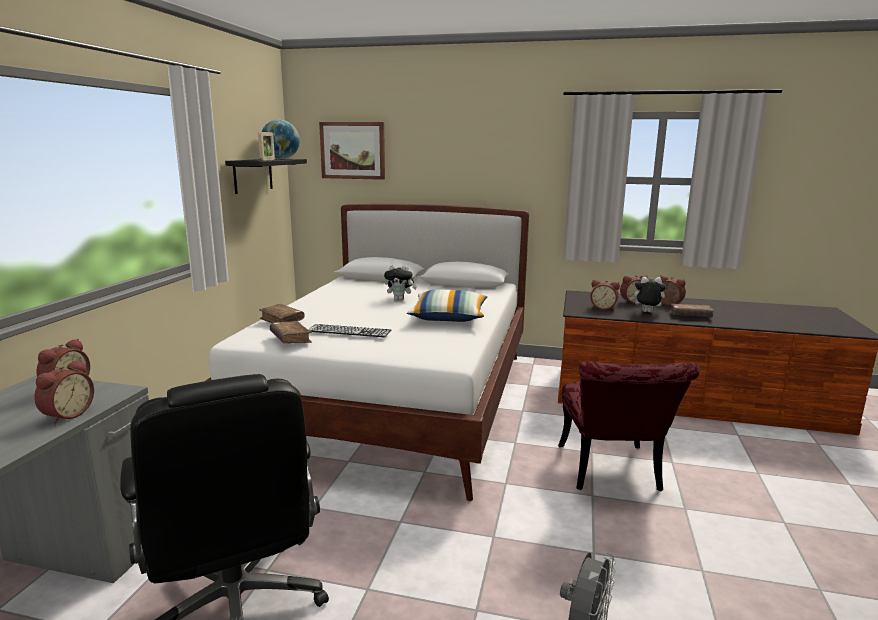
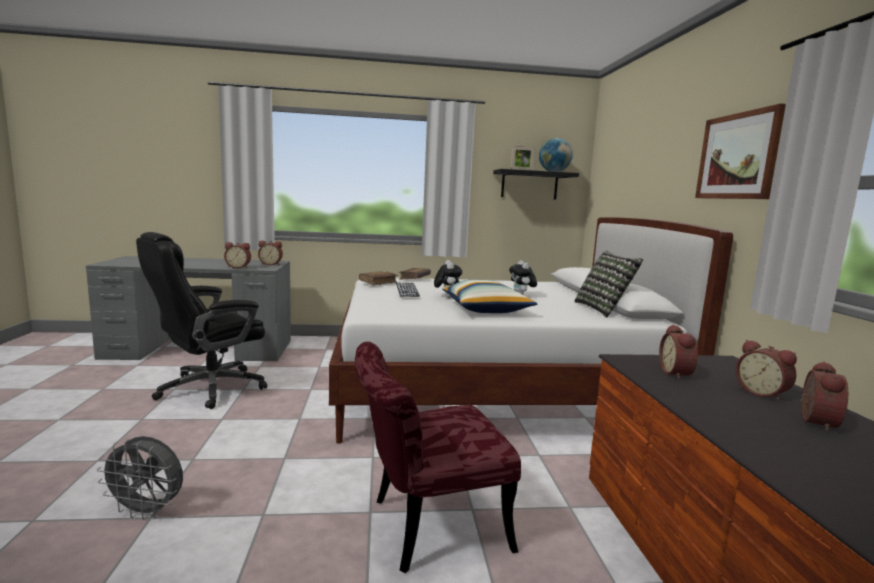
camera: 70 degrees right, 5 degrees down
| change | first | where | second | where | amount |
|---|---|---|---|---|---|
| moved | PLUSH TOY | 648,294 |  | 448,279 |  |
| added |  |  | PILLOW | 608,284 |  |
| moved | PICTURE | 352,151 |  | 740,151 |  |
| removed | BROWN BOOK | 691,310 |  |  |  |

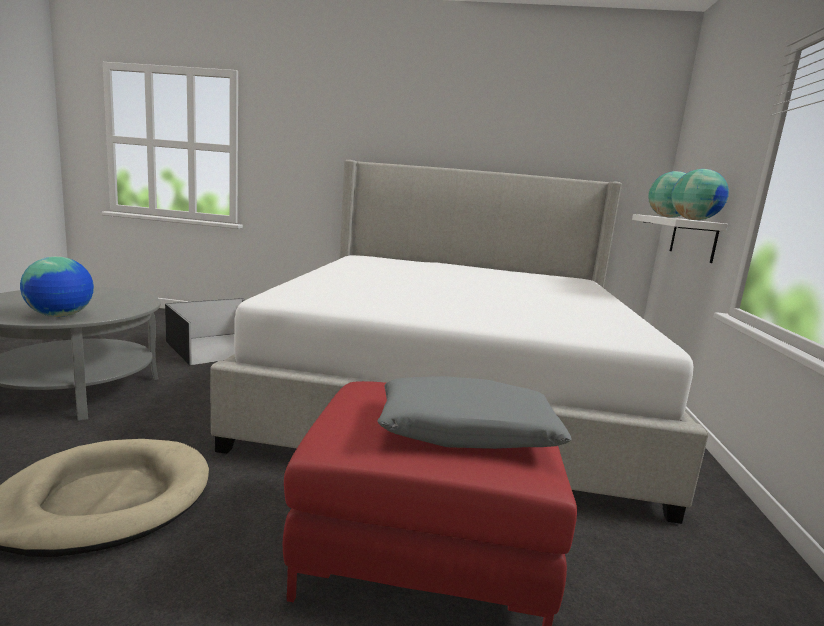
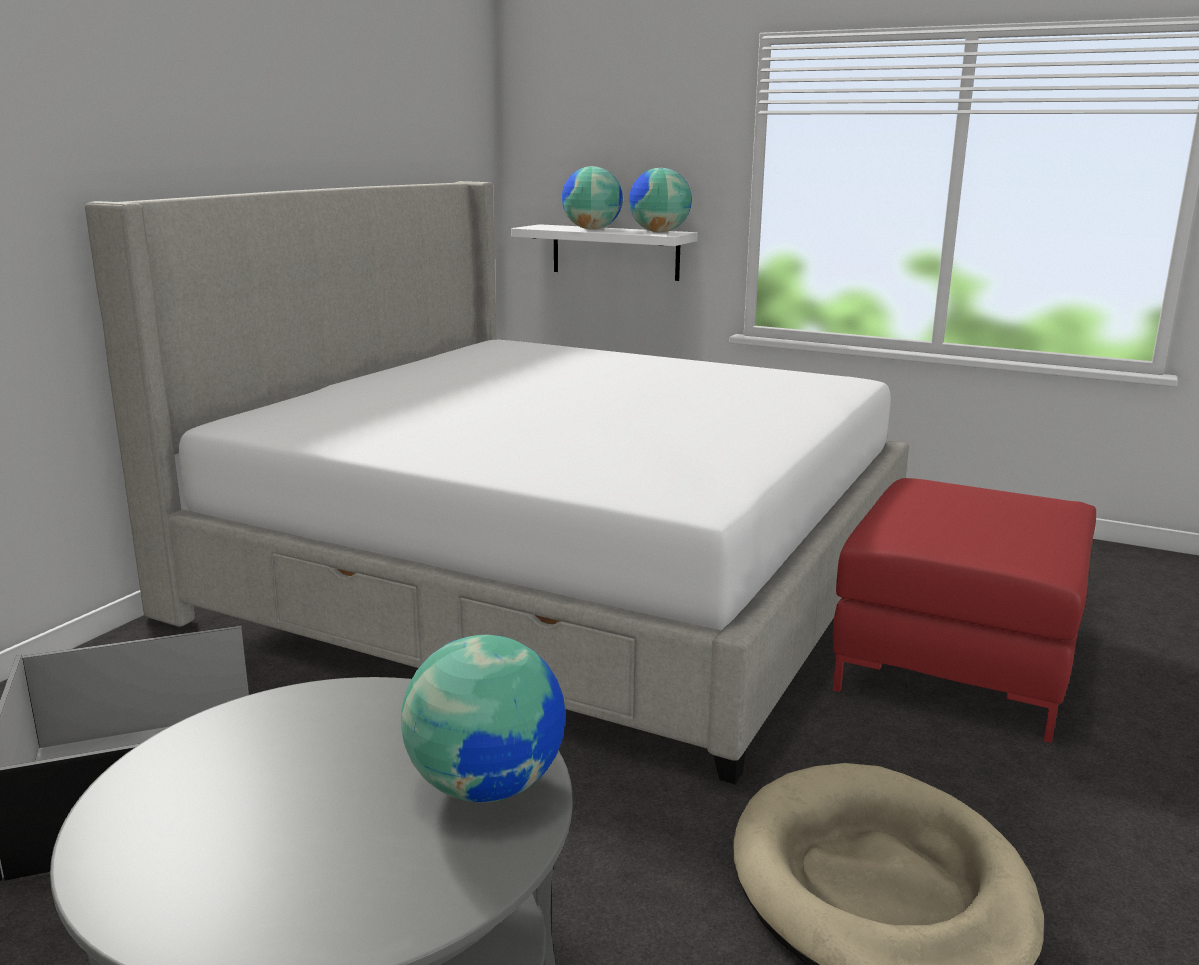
camera: 70 degrees left, 5 degrees up
| change | first | where | second | where | amount |
|---|---|---|---|---|---|
| removed | GREY PILLOW | 475,412 |  |  |  |

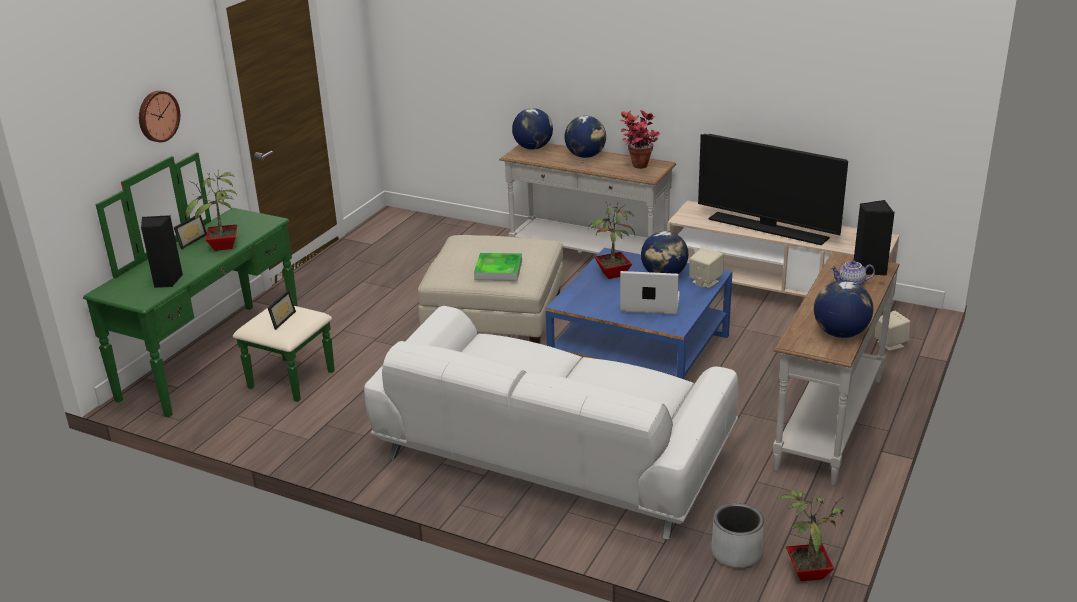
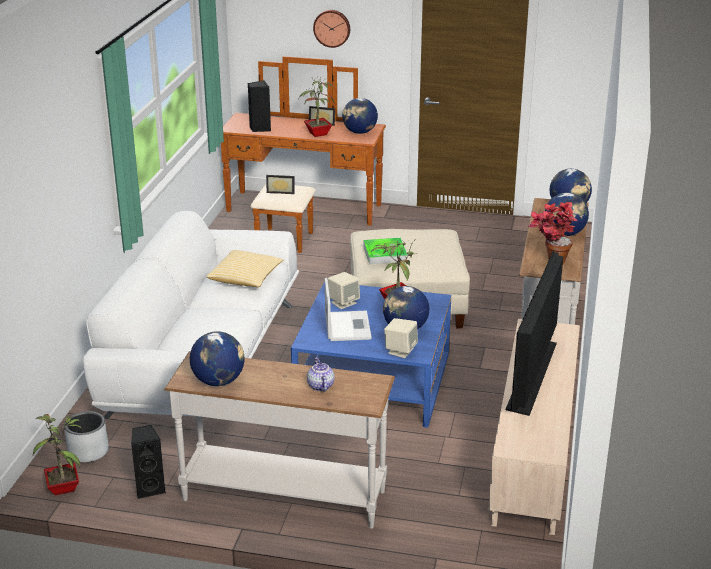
camera: 75 degrees right, 0 degrees up
| change | first | where | second | where | amount |
|---|---|---|---|---|---|
| moved | BLACK SPEAKER | 874,237 |  | 148,462 |  |
| added |  |  | PILLOW | 245,268 |  |
| recoloured | GREEN DRESSER | 209,285 | BROWN DRESSER | 303,154 |  |
| moved | BEIGE SPEAKER | 892,331 |  | 344,290 |  |
| added |  |  | GLOBE | 360,116 |  |

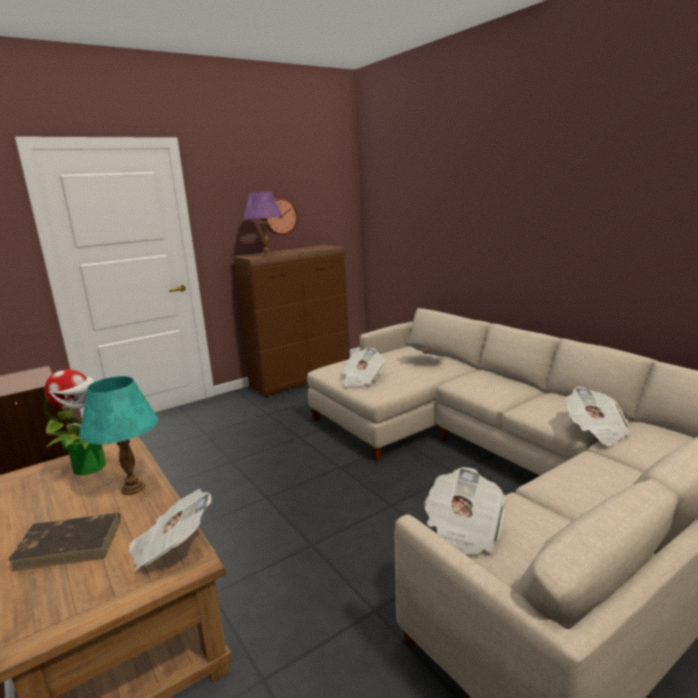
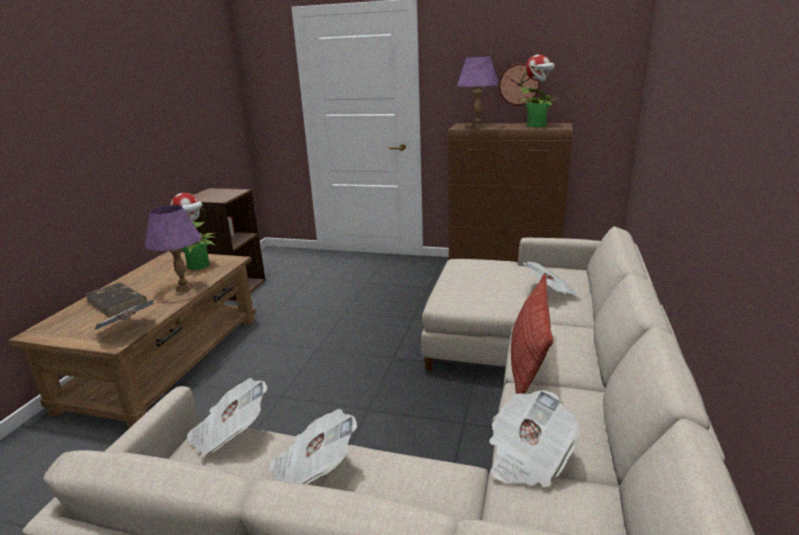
camera: 50 degrees right, 5 degrees up
| change | first | where | second | where | amount |
|---|---|---|---|---|---|
| recoloured | TURQUOISE TABLE LAMP | 118,435 | PURPLE TABLE LAMP | 173,248 |  |
| moved | NEWSPAPER | 364,367 |  | 313,446 |  |
| added |  |  | PILLOW | 532,334 |  |
| added |  |  | POTTED PLANT | 539,91 |  |

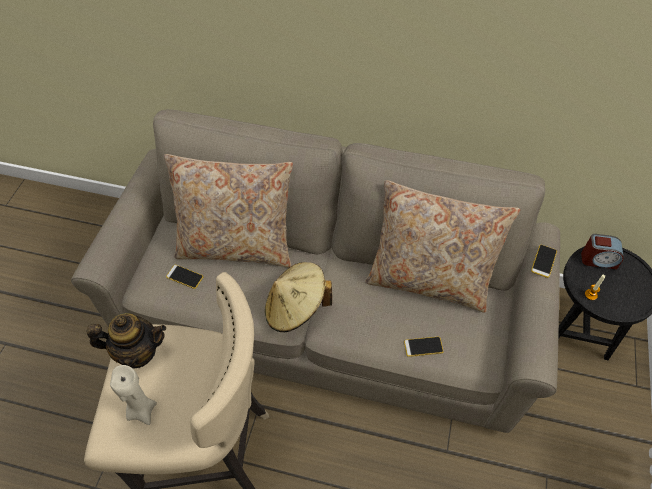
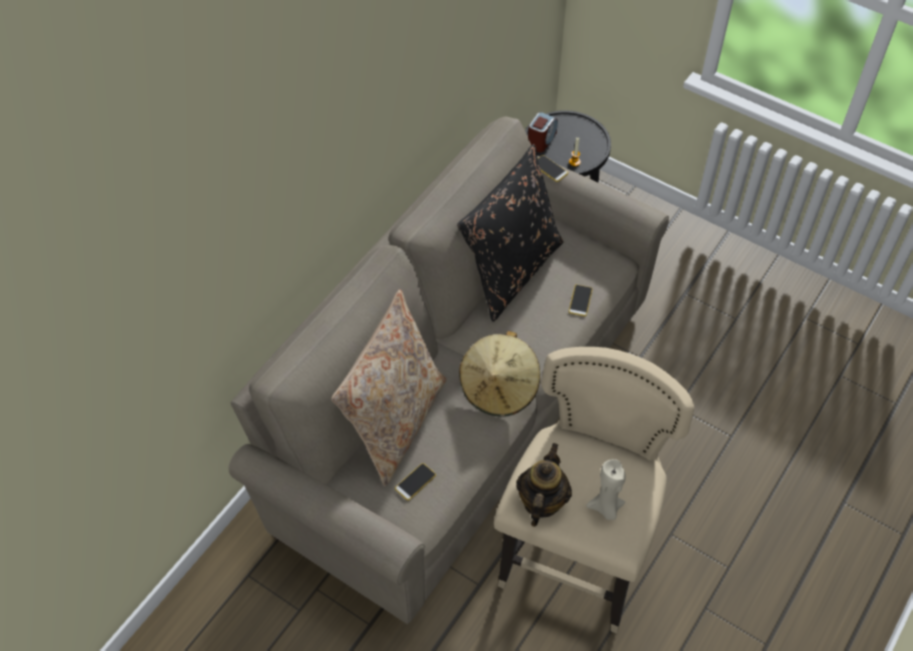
camera: 70 degrees left, 0 degrees up
| change | first | where | second | where | amount |
|---|---|---|---|---|---|
| recoloured | BEIGE PILLOW | 442,246 | BLACK PILLOW | 510,233 |  |

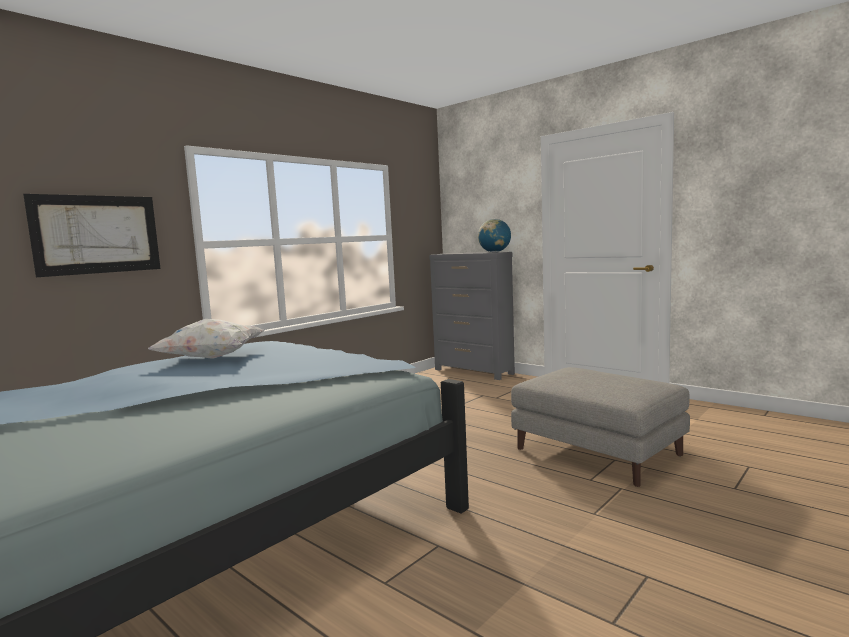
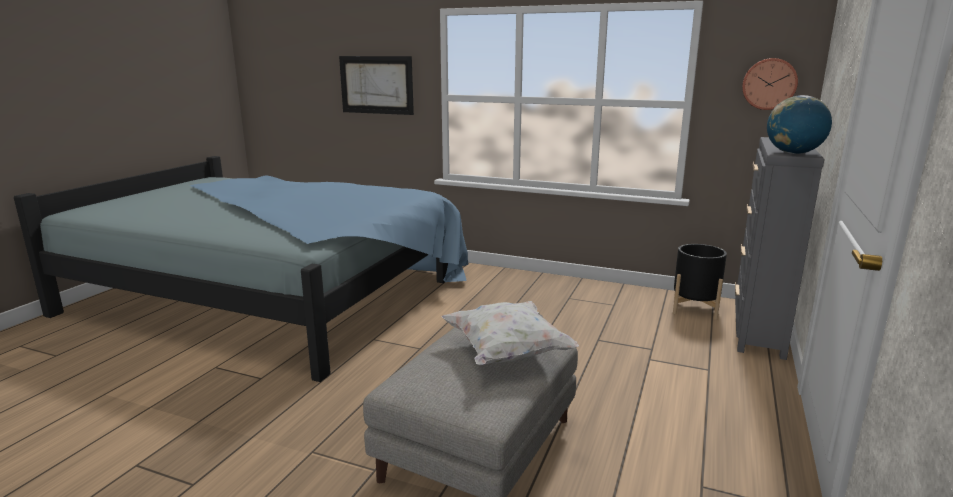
camera: 70 degrees right, 10 degrees up
| change | first | where | second | where | amount |
|---|---|---|---|---|---|
| moved | WHITE PILLOW | 206,339 |  | 510,333 |  |
| added |  |  | BLACK PLANTER | 700,282 |  |
| added |  |  | WALL CLOCK | 770,84 |  |

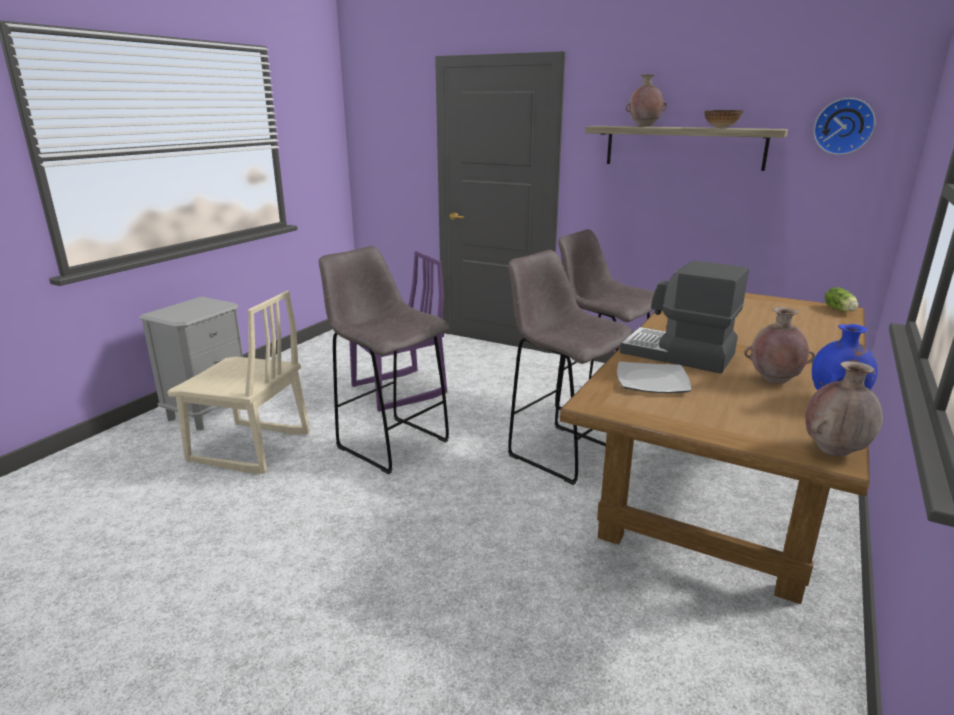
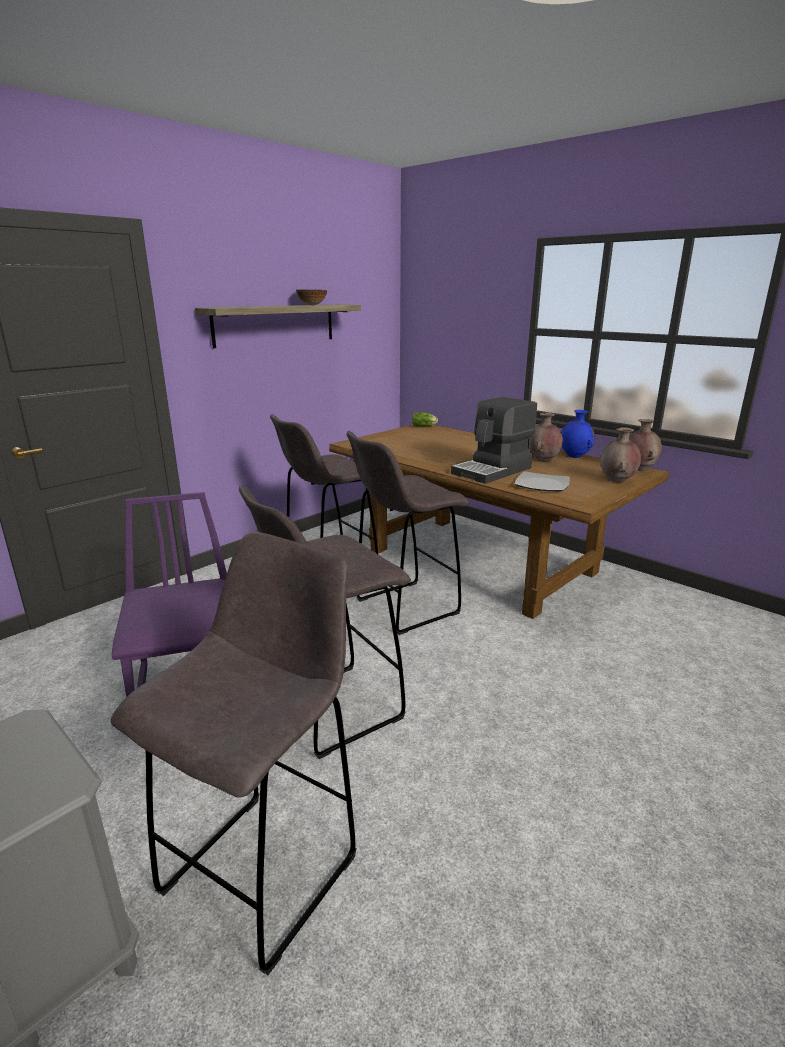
camera: 75 degrees left, 0 degrees up
| change | first | where | second | where | amount |
|---|---|---|---|---|---|
| replaced | BEIGE CHAIR | 238,382 | GREY STOOL | 234,753 |  |
| moved | BROWN VASE | 646,100 |  | 621,454 |  |
| removed | WALL CLOCK | 845,126 |  |  |  |

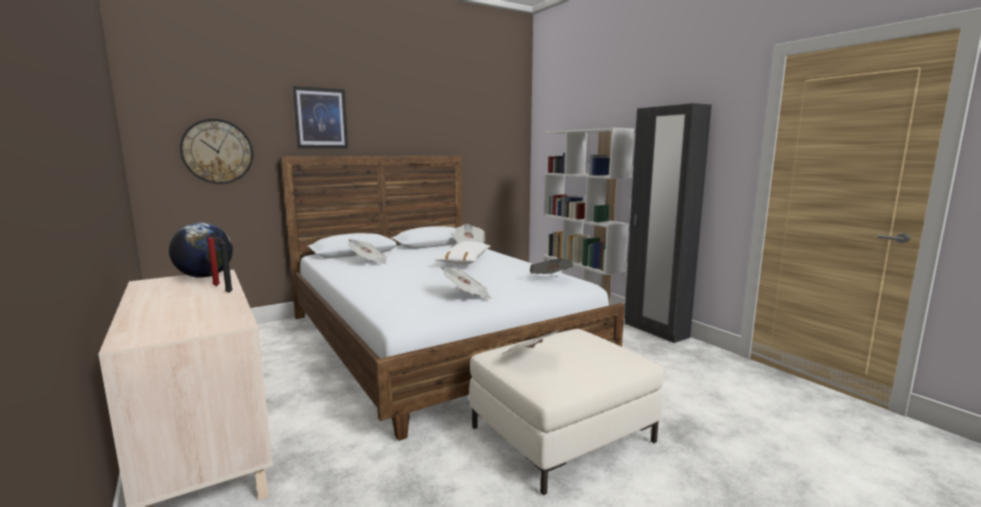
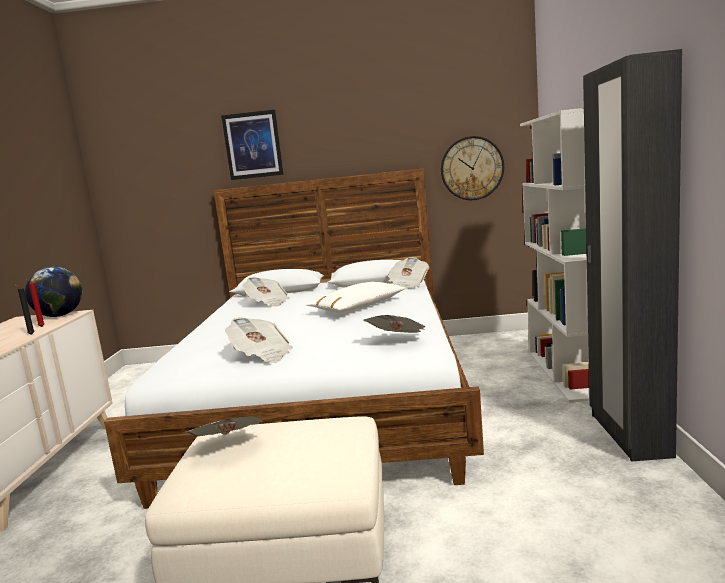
camera: 35 degrees right, 0 degrees up
| change | first | where | second | where | amount |
|---|---|---|---|---|---|
| moved | WALL CLOCK | 216,151 |  | 472,168 |  |

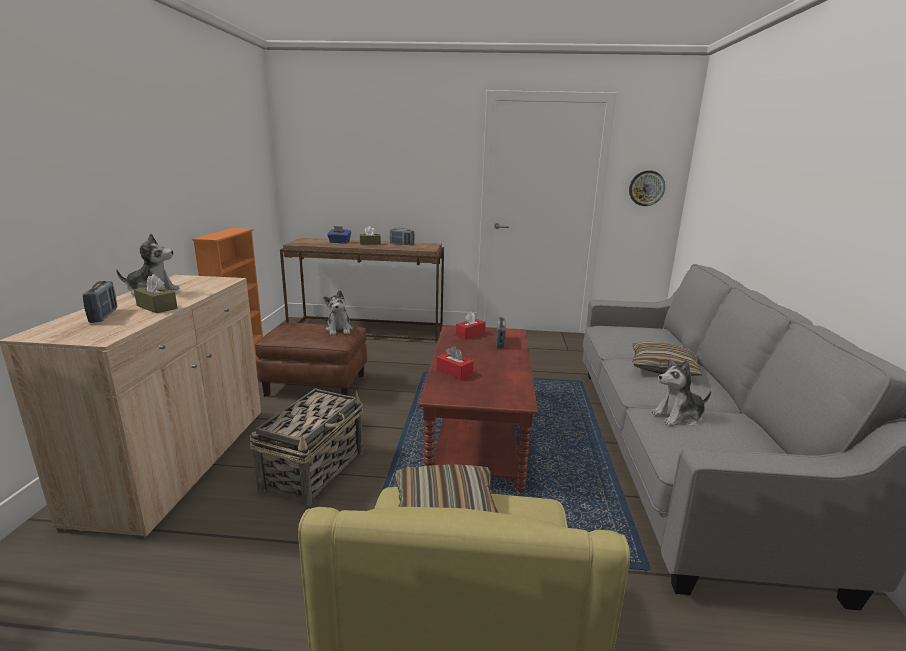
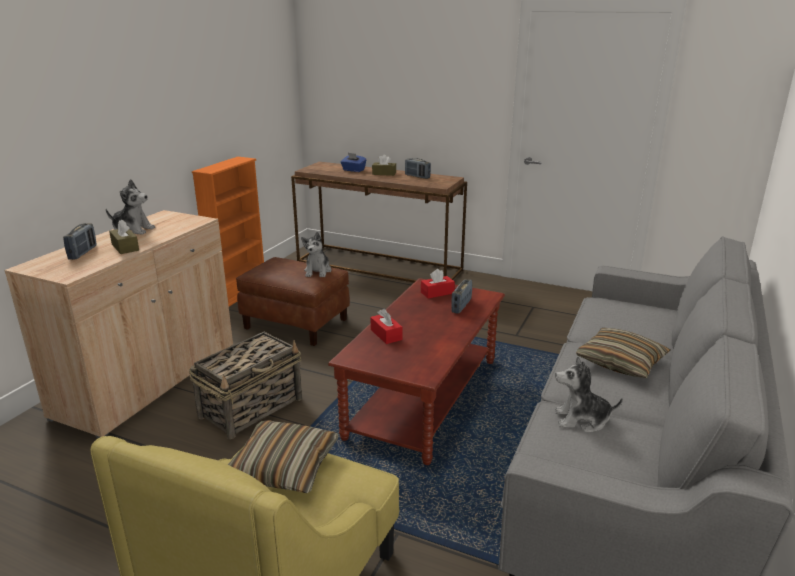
camera: 20 degrees right, 5 degrees up
| change | first | where | second | where | amount |
|---|---|---|---|---|---|
| removed | WALL CLOCK | 647,188 |  |  |  |

